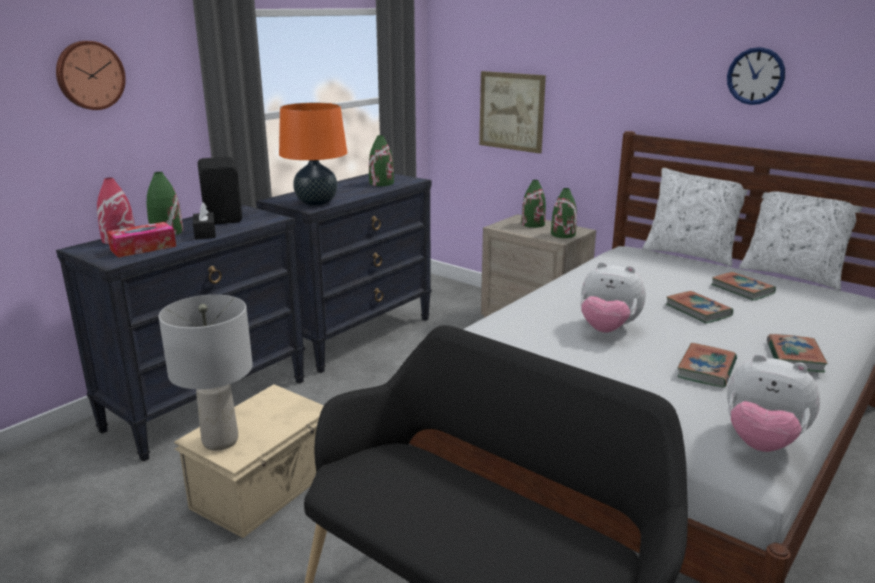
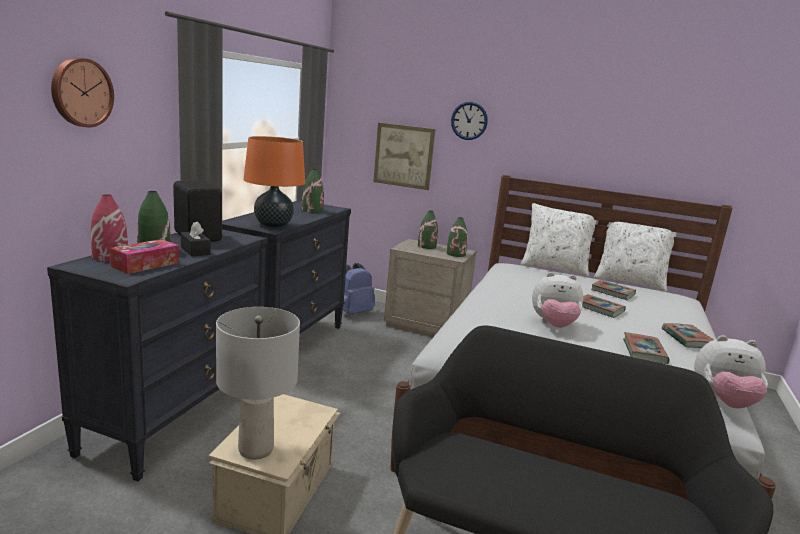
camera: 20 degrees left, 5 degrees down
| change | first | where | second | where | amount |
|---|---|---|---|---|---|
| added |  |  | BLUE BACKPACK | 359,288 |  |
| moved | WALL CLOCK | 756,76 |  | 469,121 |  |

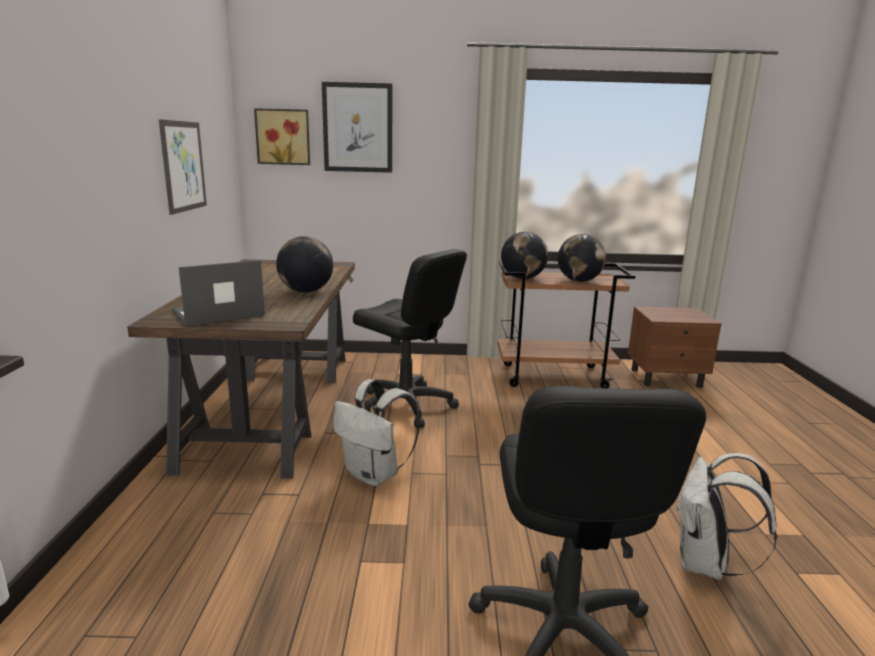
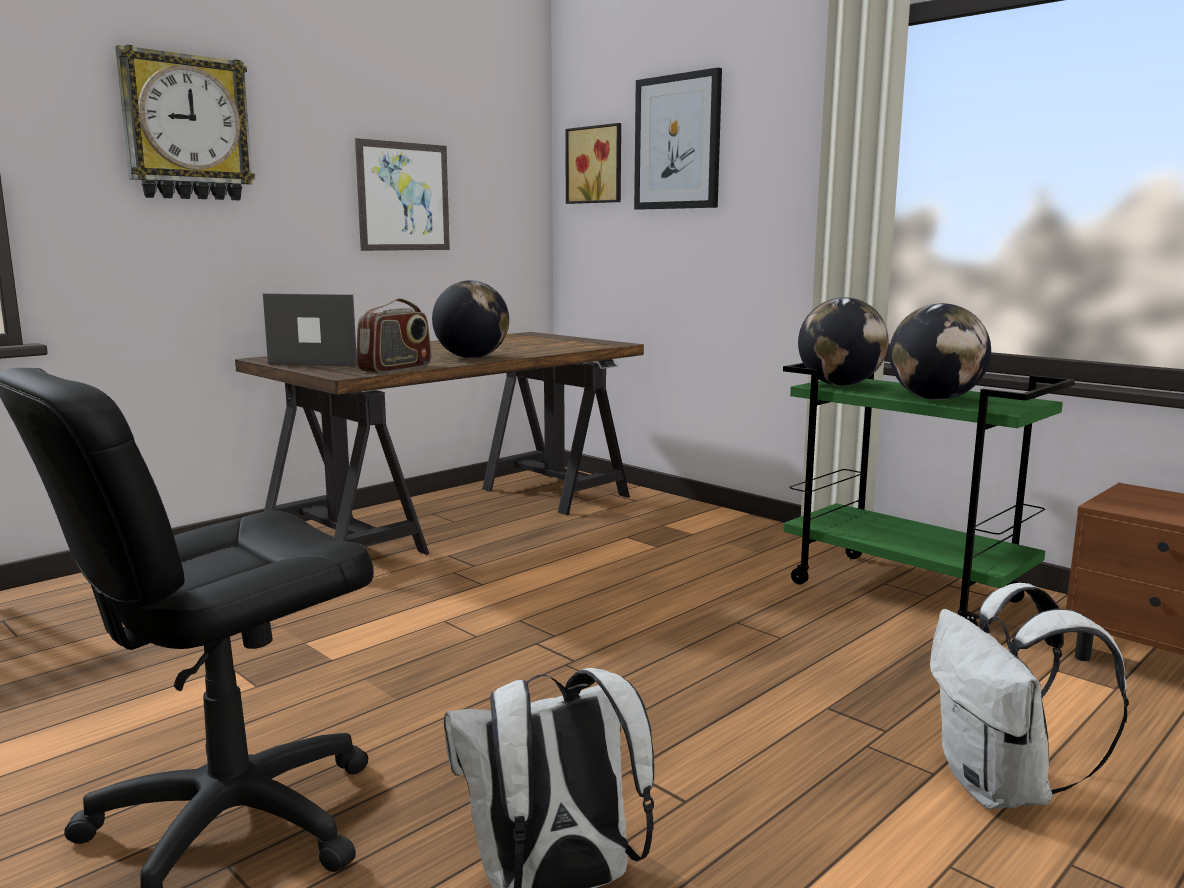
camera: 45 degrees right, 5 degrees down
| change | first | where | second | where | amount |
|---|---|---|---|---|---|
| added |  |  | WALL CLOCK | 185,122 |  |
| added |  |  | RADIO | 393,335 |  |
| recoloured | BROWN CART | 566,324 | GREEN CART | 929,494 |  |
| moved | WHITE BACKPACK | 376,432 |  | 1029,696 |  |
| removed | BLACK OFFICE CHAIR | 410,338 |  |  |  |

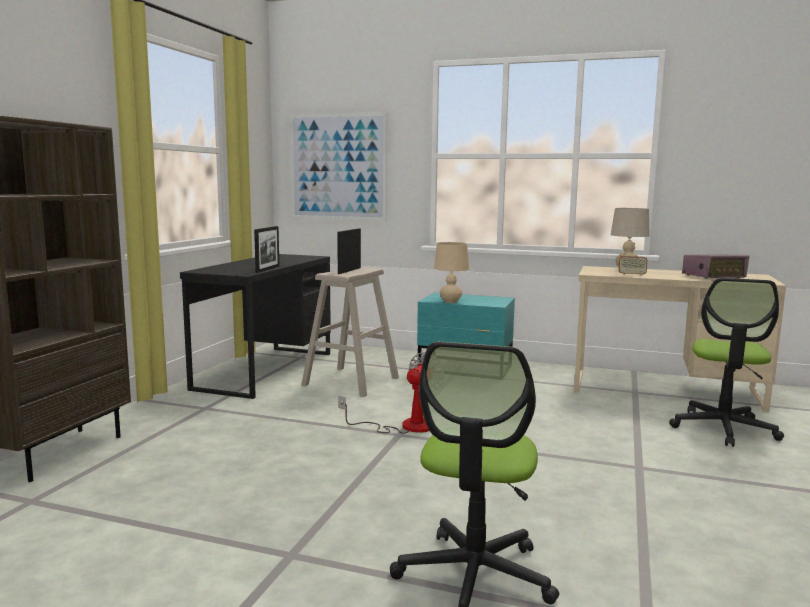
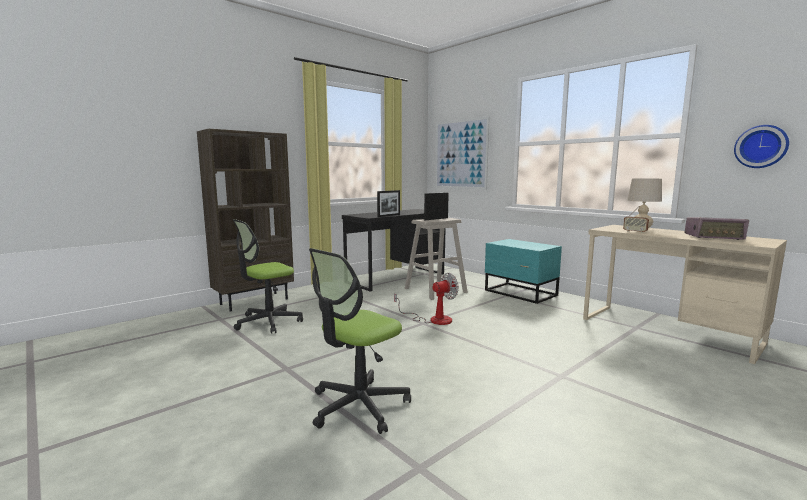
camera: 30 degrees right, 0 degrees up
| change | first | where | second | where | amount |
|---|---|---|---|---|---|
| moved | OFFICE CHAIR | 726,362 |  | 267,276 |  |
| added |  |  | WALL CLOCK | 761,146 |  |
| removed | BEIGE TABLE LAMP | 451,272 |  |  |  |

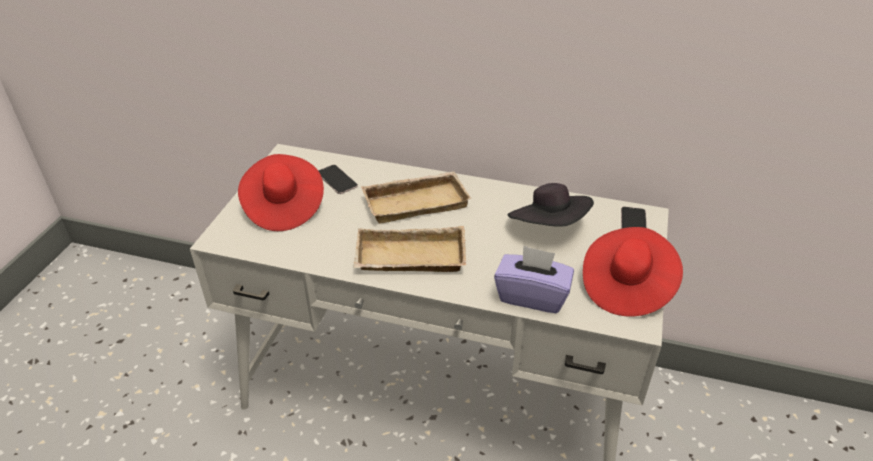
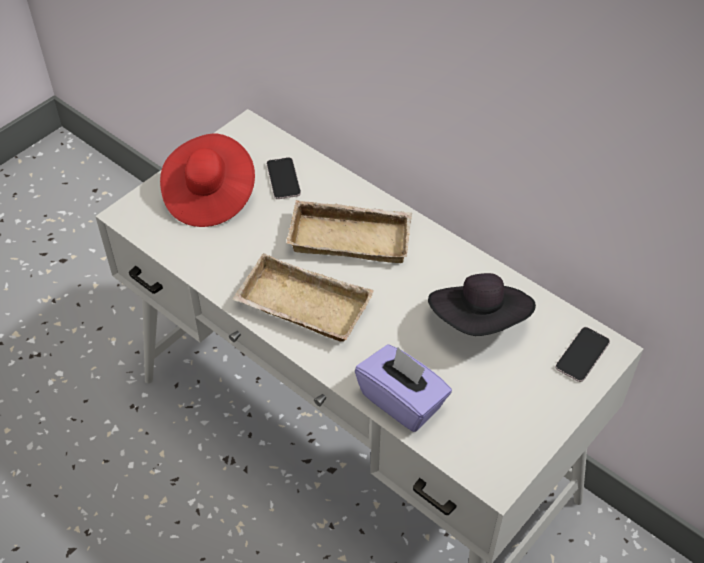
camera: 25 degrees right, 10 degrees up
| change | first | where | second | where | amount |
|---|---|---|---|---|---|
| removed | RED HAT | 633,272 |  |  |  |

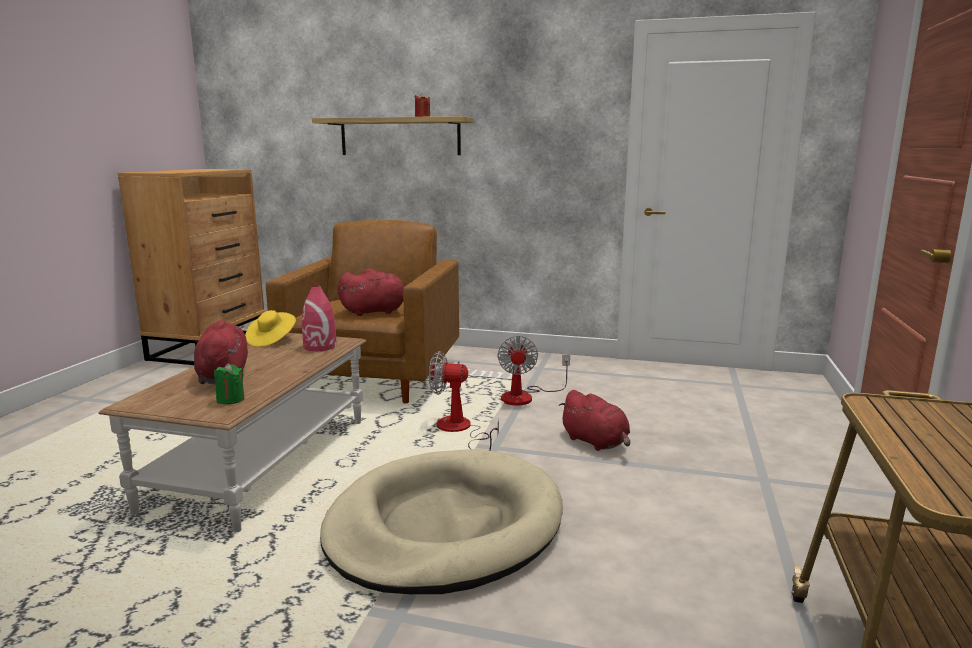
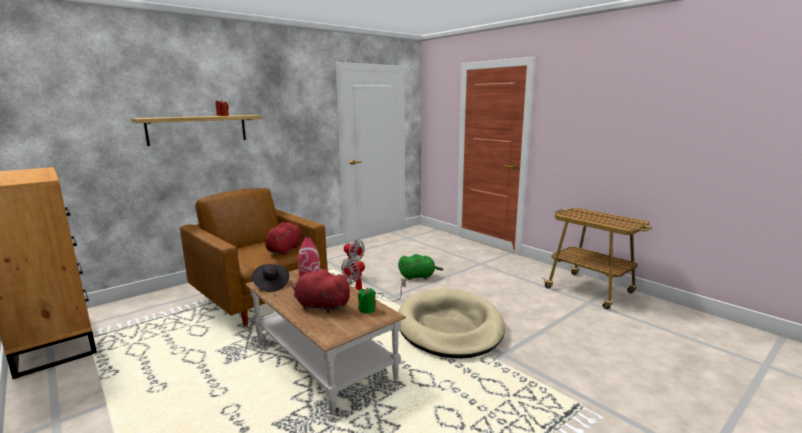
camera: 55 degrees left, 0 degrees up
| change | first | where | second | where | amount |
|---|---|---|---|---|---|
| recoloured | YELLOW HAT | 270,328 | BLACK HAT | 270,278 |  |
| recoloured | RED PLUSH TOY | 594,420 | GREEN PLUSH TOY | 420,267 |  |

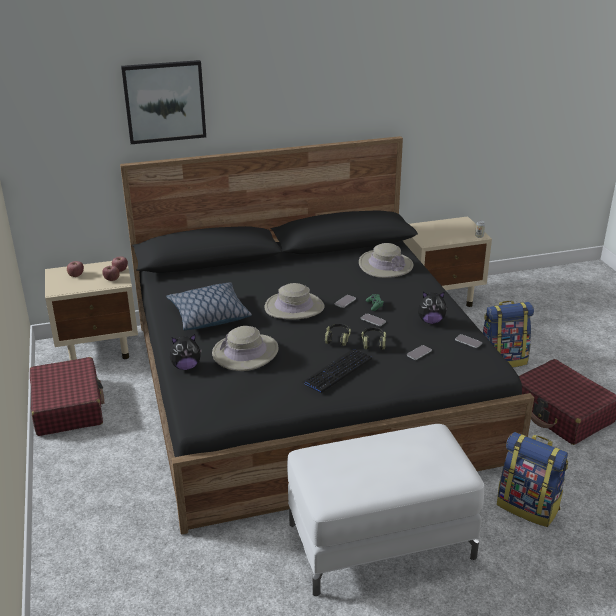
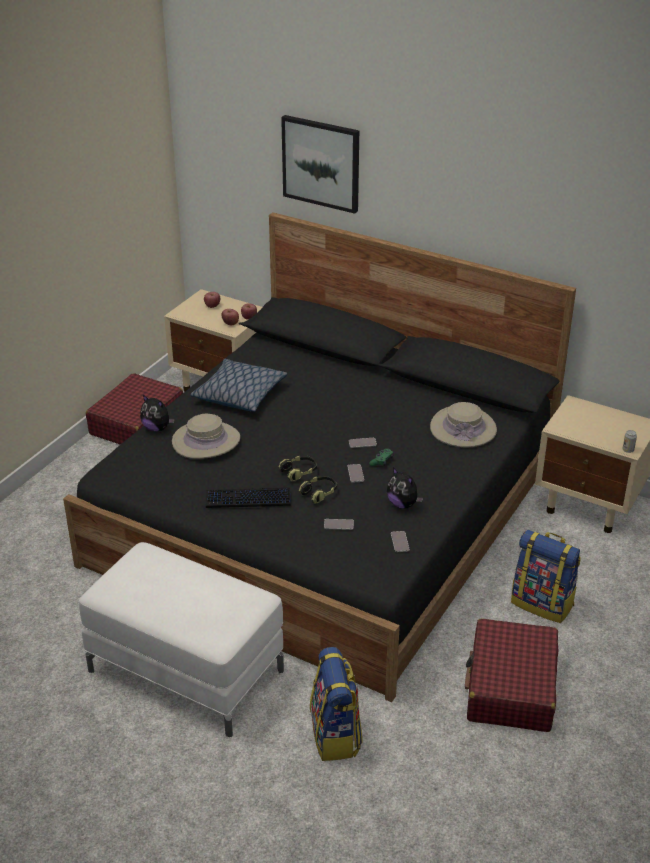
camera: 45 degrees right, 5 degrees up
| change | first | where | second | where | amount |
|---|---|---|---|---|---|
| removed | BEIGE HAT | 294,301 |  |  |  |

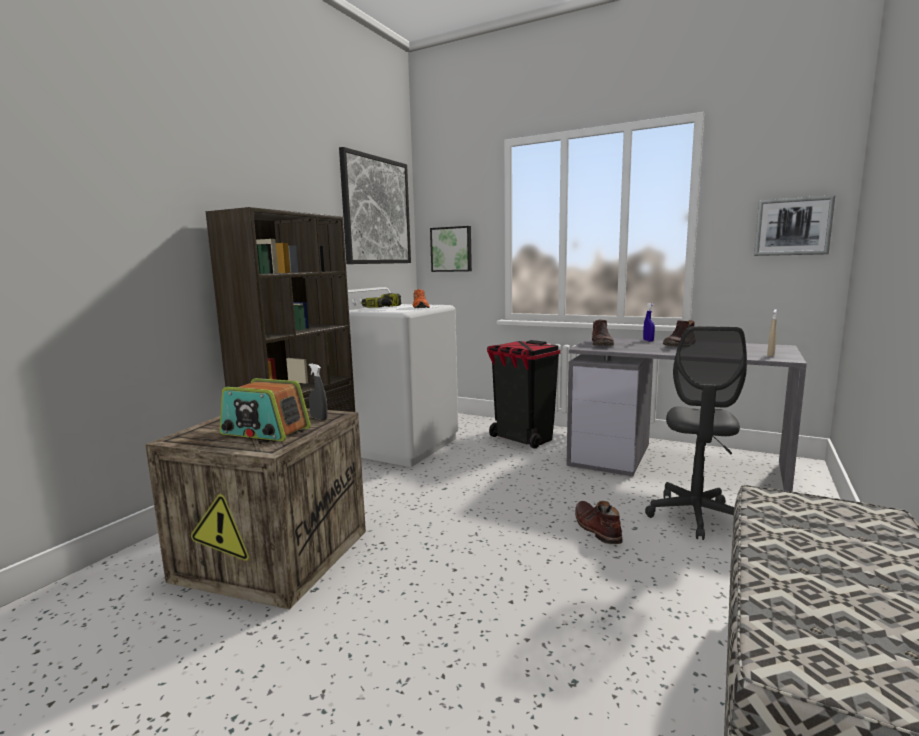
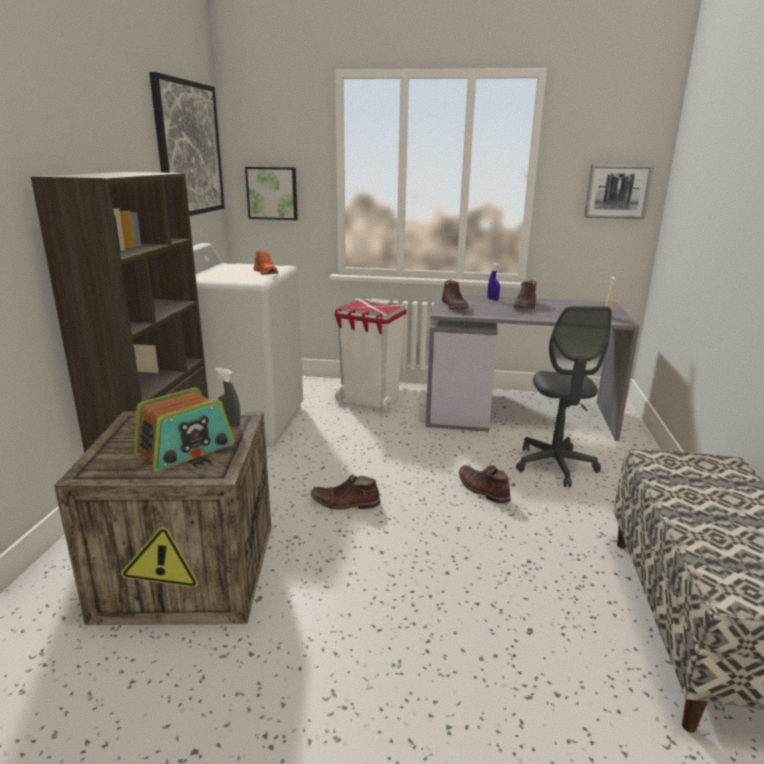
camera: 20 degrees left, 10 degrees up
| change | first | where | second | where | amount |
|---|---|---|---|---|---|
| turned | RADIO | 265,409 |  | 183,429 | 45 degrees counterclockwise |
| added |  |  | BROWN BOOT | 345,492 |  |
| recoloured | BLACK TRASH CAN | 524,394 | WHITE TRASH CAN | 370,355 |  |
| removed | POWER DRILL | 381,300 |  |  |  |

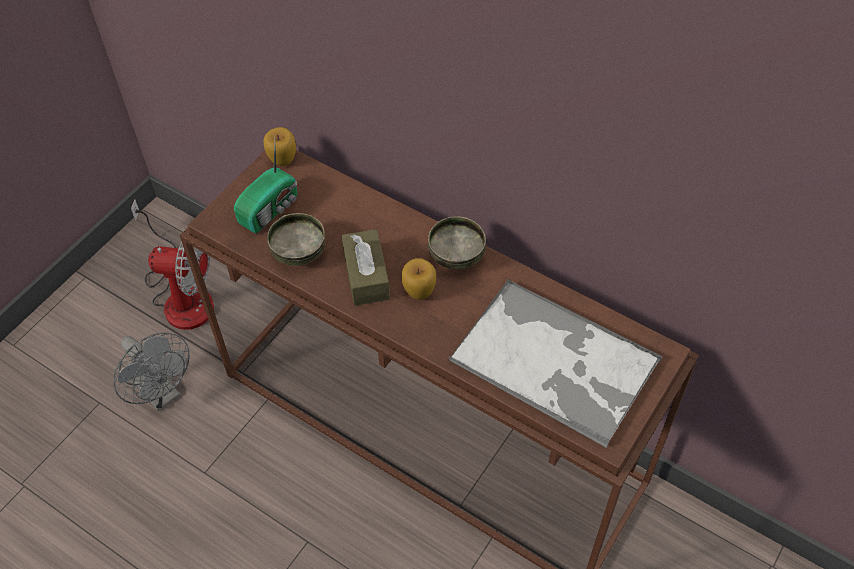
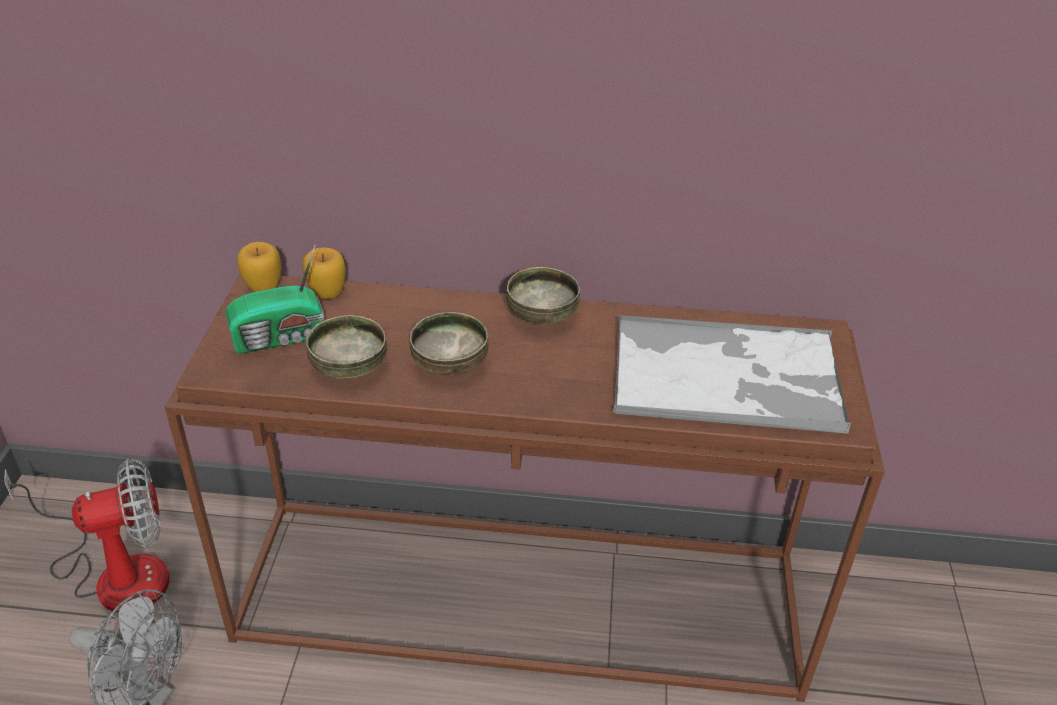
camera: 30 degrees left, 15 degrees down
| change | first | where | second | where | amount |
|---|---|---|---|---|---|
| turned | RADIO | 265,186 |  | 274,300 | 60 degrees clockwise |
| moved | APPLE | 419,279 |  | 324,273 |  |
| replaced | BROWN TISSUE BOX | 365,267 | BOWL | 449,343 |  |

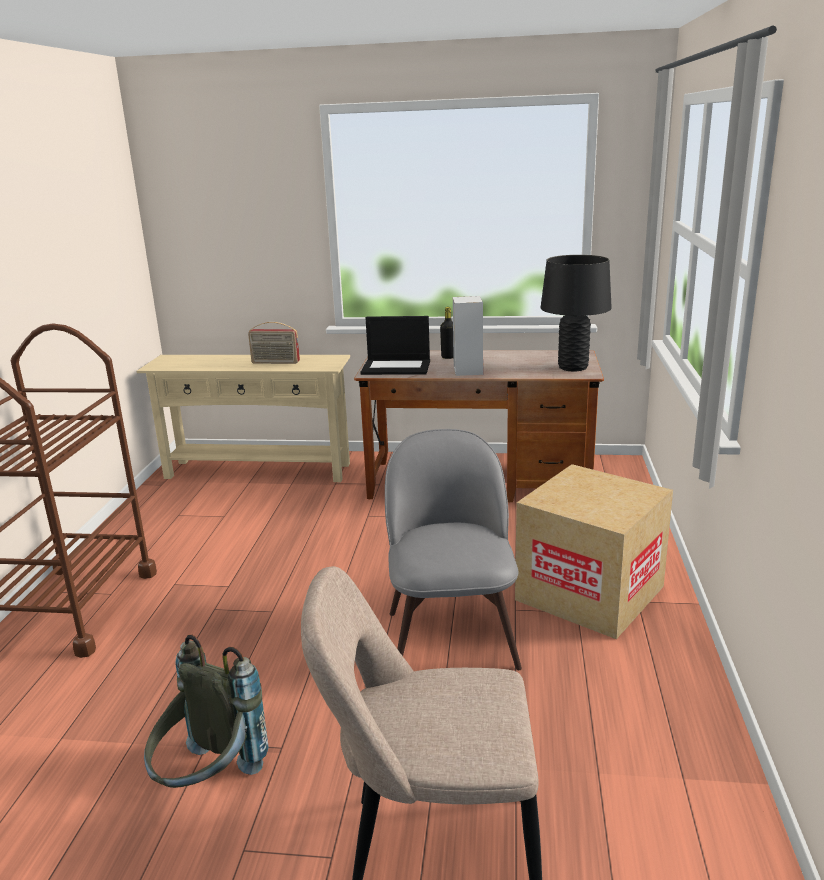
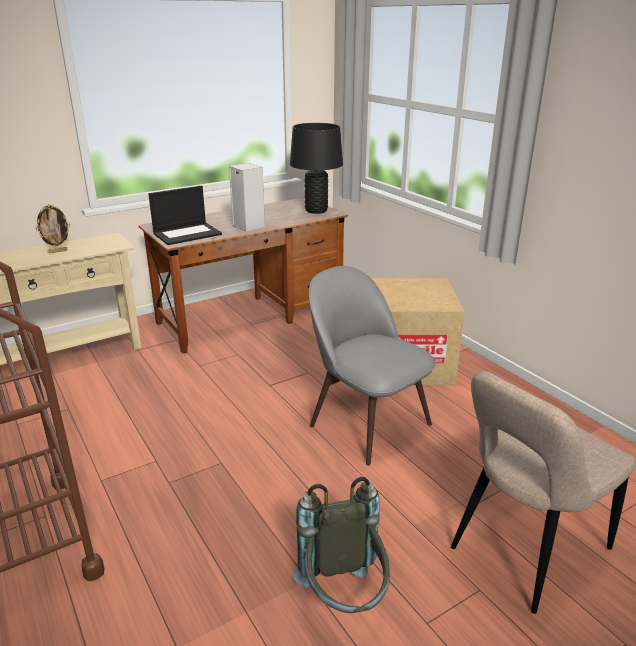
camera: 40 degrees left, 5 degrees up
| change | first | where | second | where | amount |
|---|---|---|---|---|---|
| replaced | RADIO | 274,343 | PICTURE FRAME | 52,229 |  |
| removed | BLACK BOTTLE | 447,333 |  |  |  |

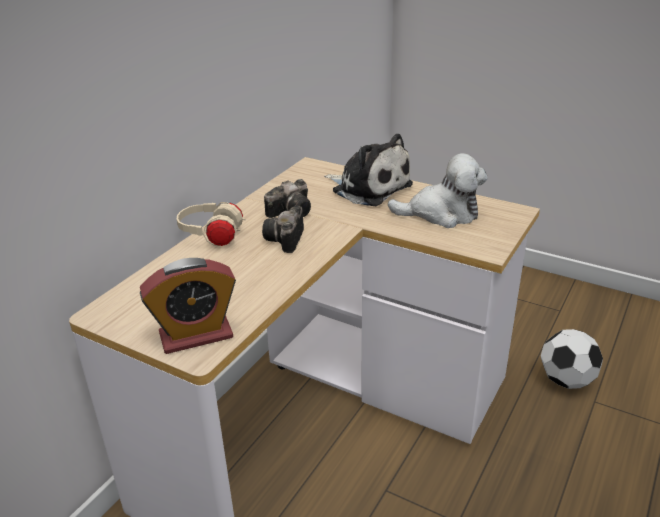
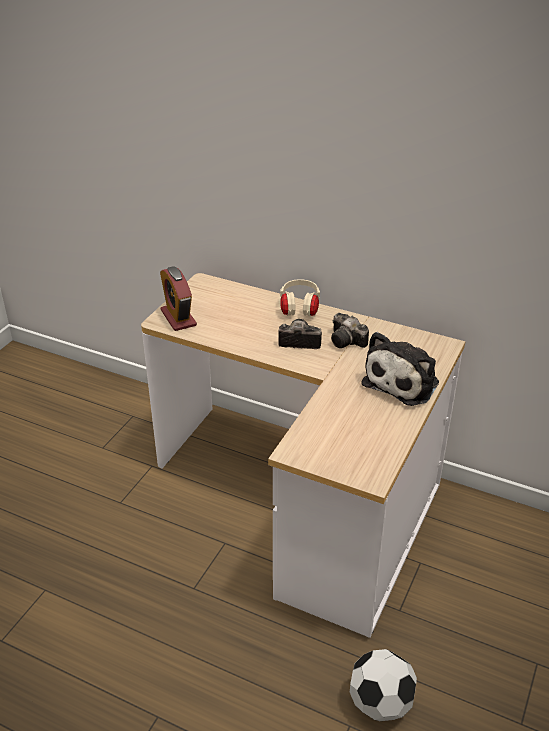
camera: 85 degrees right, 5 degrees up
| change | first | where | second | where | amount |
|---|---|---|---|---|---|
| removed | PLUSH TOY | 438,190 |  |  |  |

